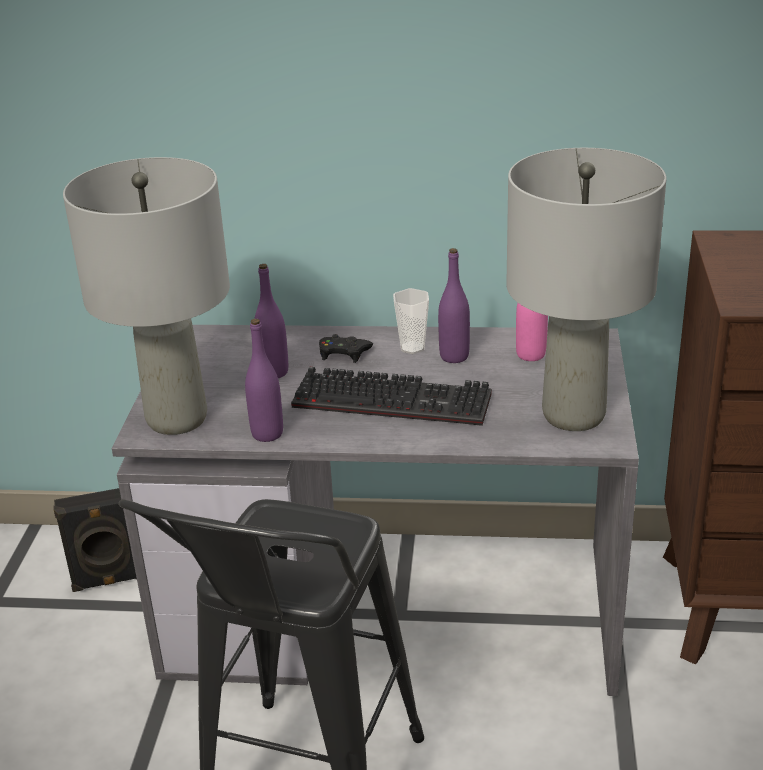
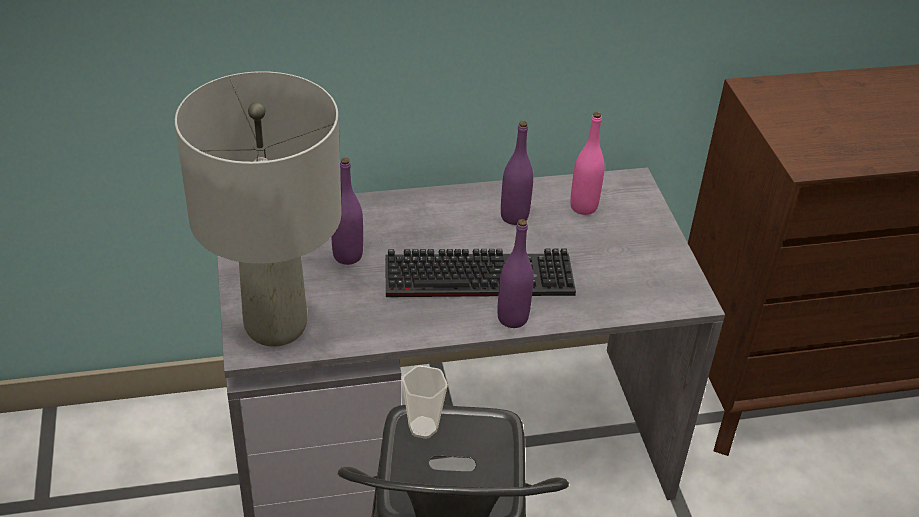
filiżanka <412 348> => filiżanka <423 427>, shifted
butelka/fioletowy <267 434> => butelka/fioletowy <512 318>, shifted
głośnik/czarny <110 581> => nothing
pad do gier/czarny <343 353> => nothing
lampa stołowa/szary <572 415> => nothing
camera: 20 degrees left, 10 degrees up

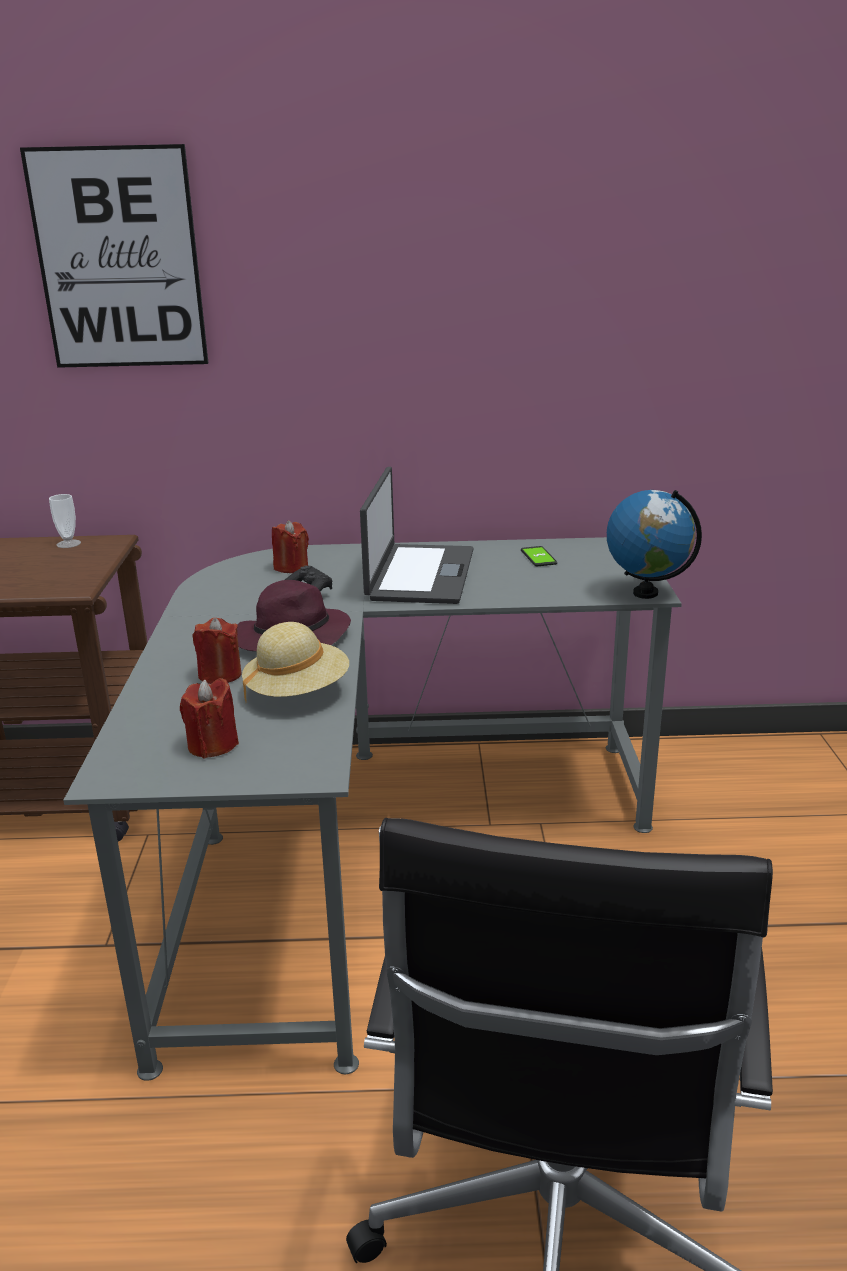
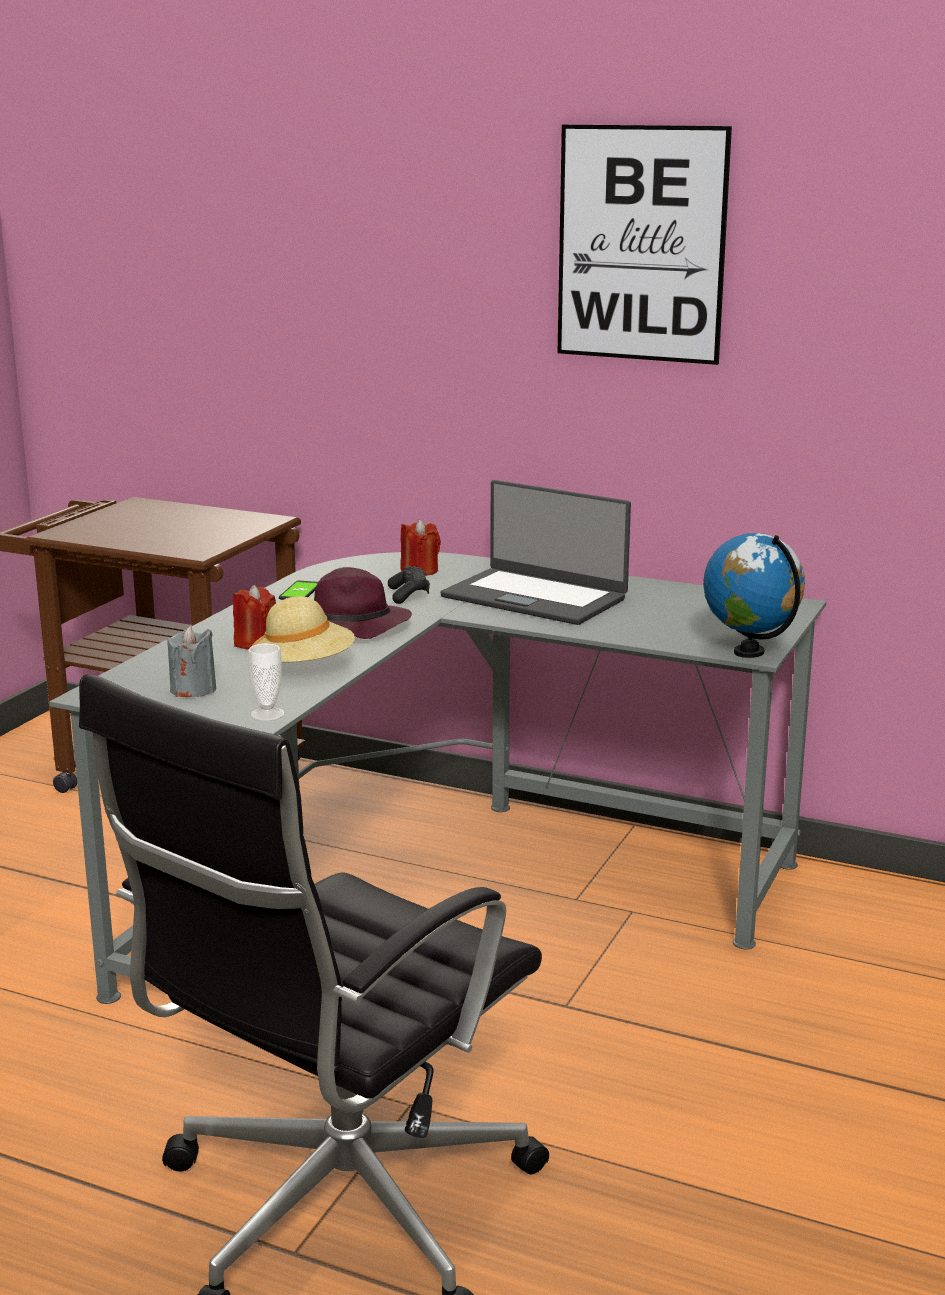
świeca/czerwony <212 745> => świeca/szary <193 690>
filiżanka <68 544> => filiżanka <267 714>, shifted
telefon <538 557> => telefon <300 592>, shifted
laptop <419 575> => laptop <535 597>, 90 degrees clockwise
obraz <119 260> => obraz <641 244>, shifted
camera: 25 degrees right, 5 degrees down

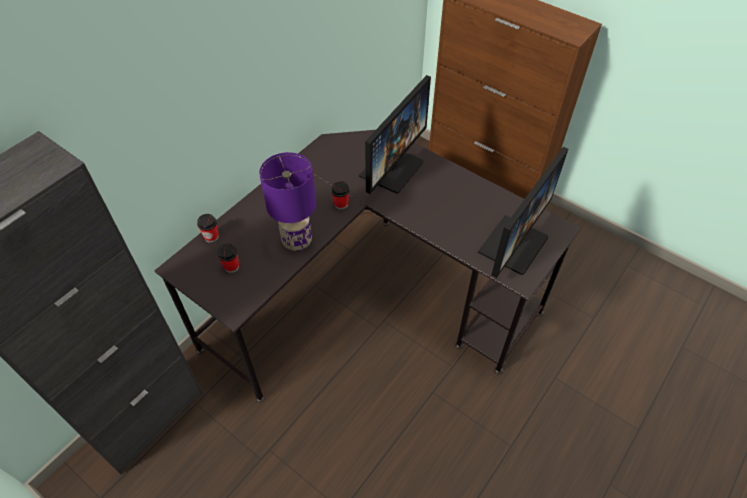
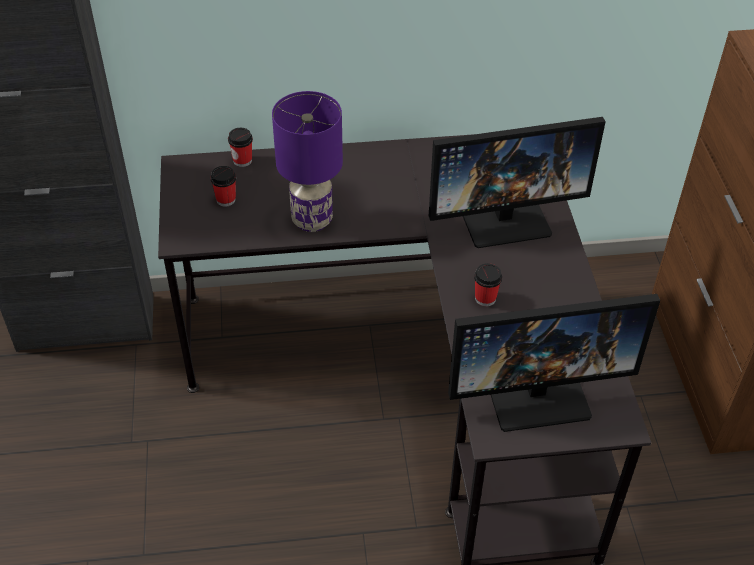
filiżanka <341 204> => filiżanka <485 298>, shifted
camera: 45 degrees right, 5 degrees down

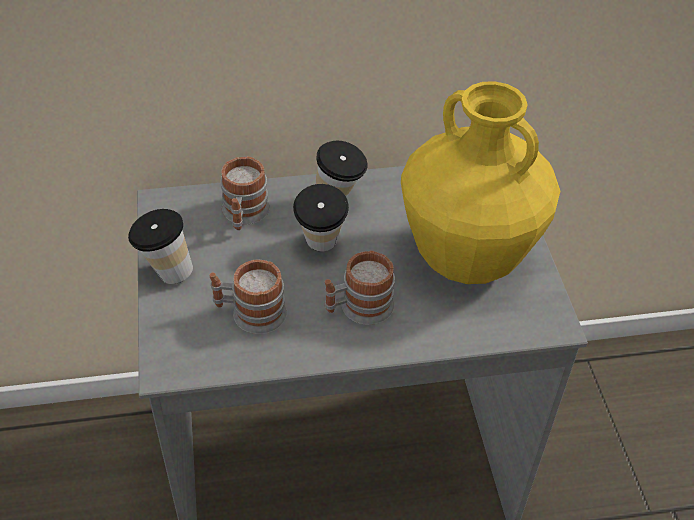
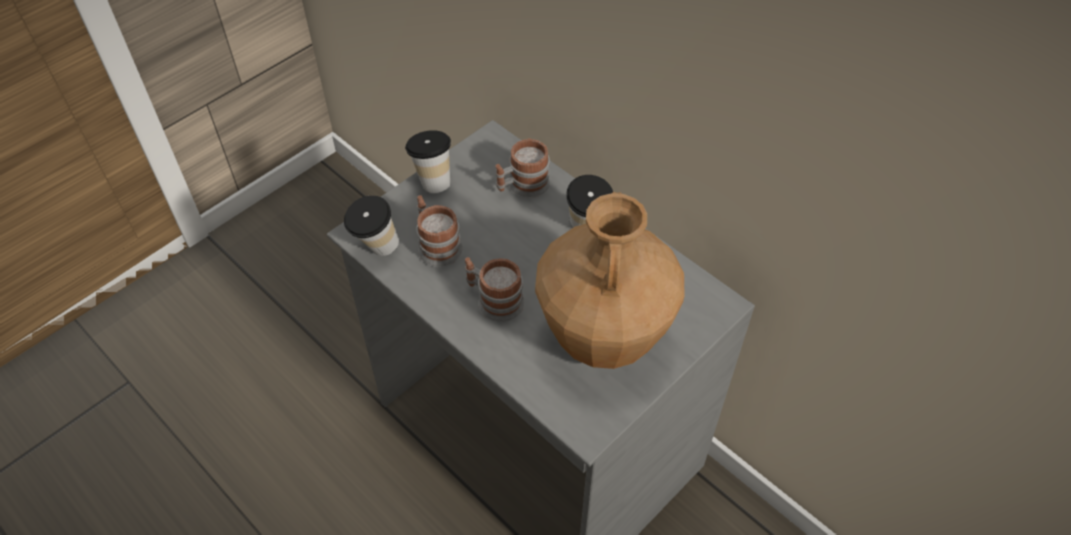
filiżanka <321 248> => filiżanka <376 250>, shifted
wazon/żółty <466 259> => wazon/brązowy <603 337>
camera: 55 degrees right, 5 degrees up

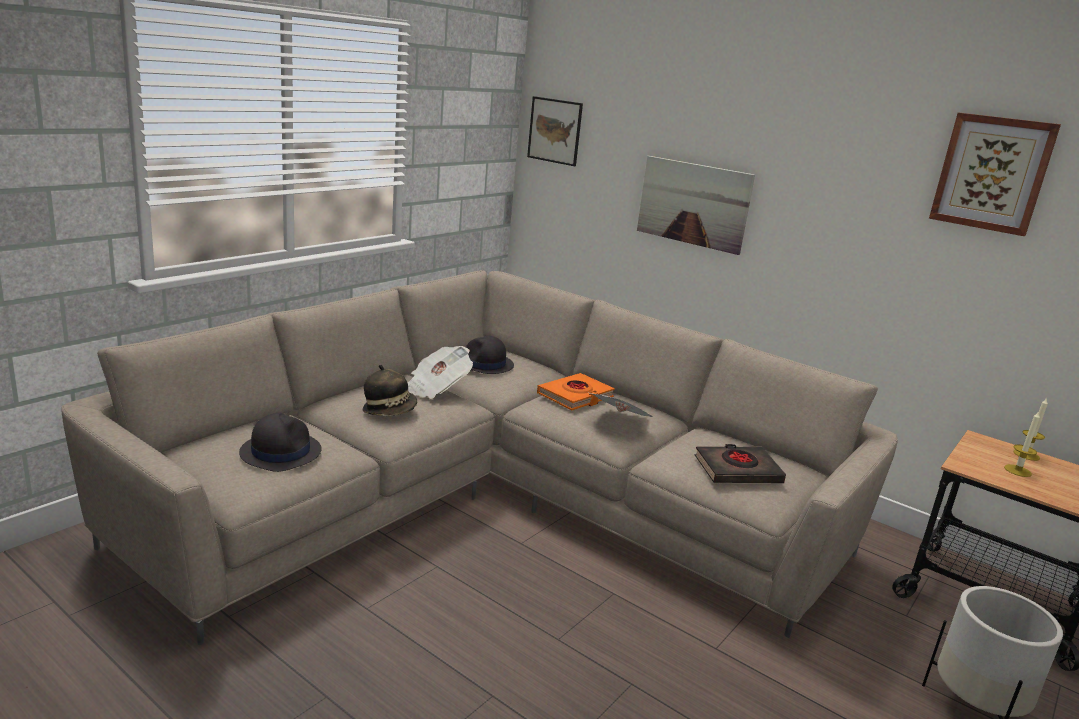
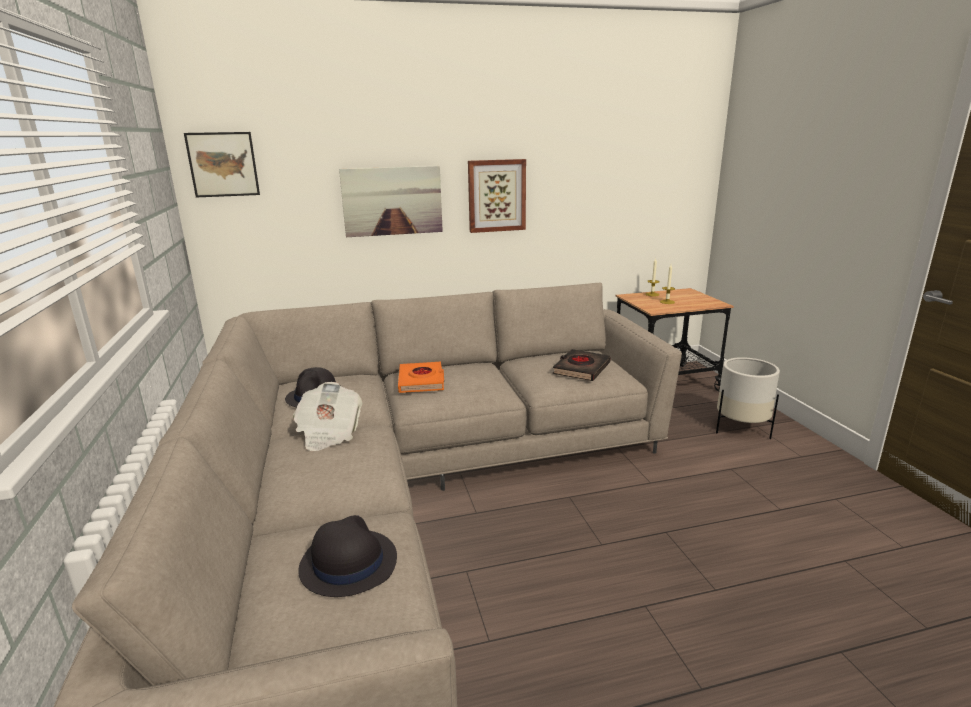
obraz <992 173> => obraz <496 195>, shifted
kapelusz <390 410> => nothing
gazeta <620 423> => nothing
camera: 50 degrees left, 0 degrees up

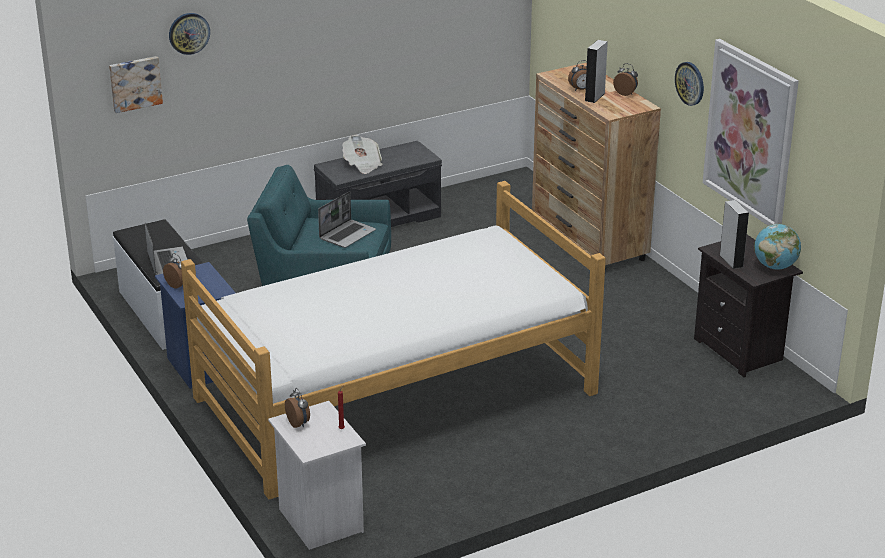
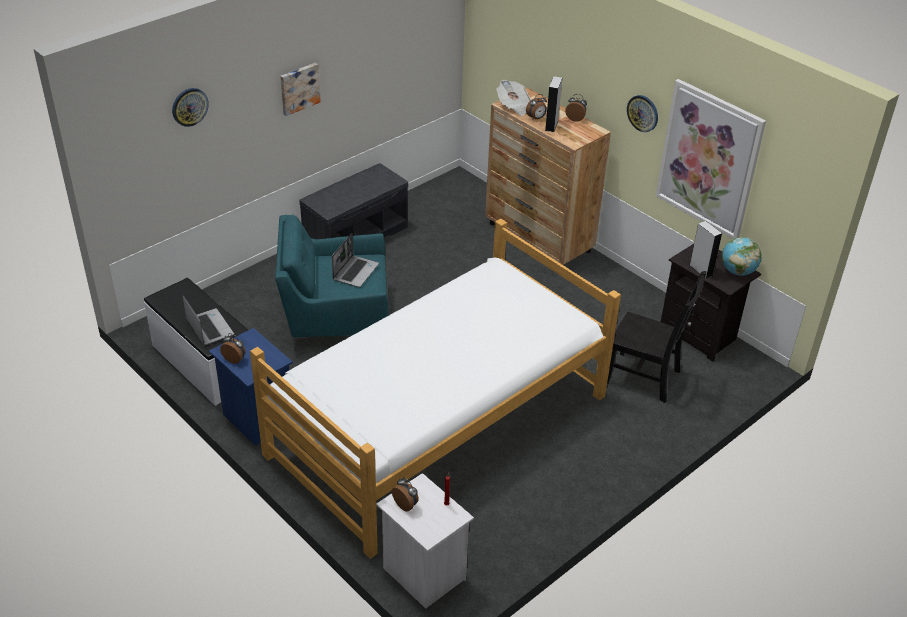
obraz <135 83> => obraz <299 88>, shifted
gazeta <362 164> => gazeta <514 106>, shifted
nothing => krzesło/czarny <645 377>
camera: 15 degrees left, 10 degrees up

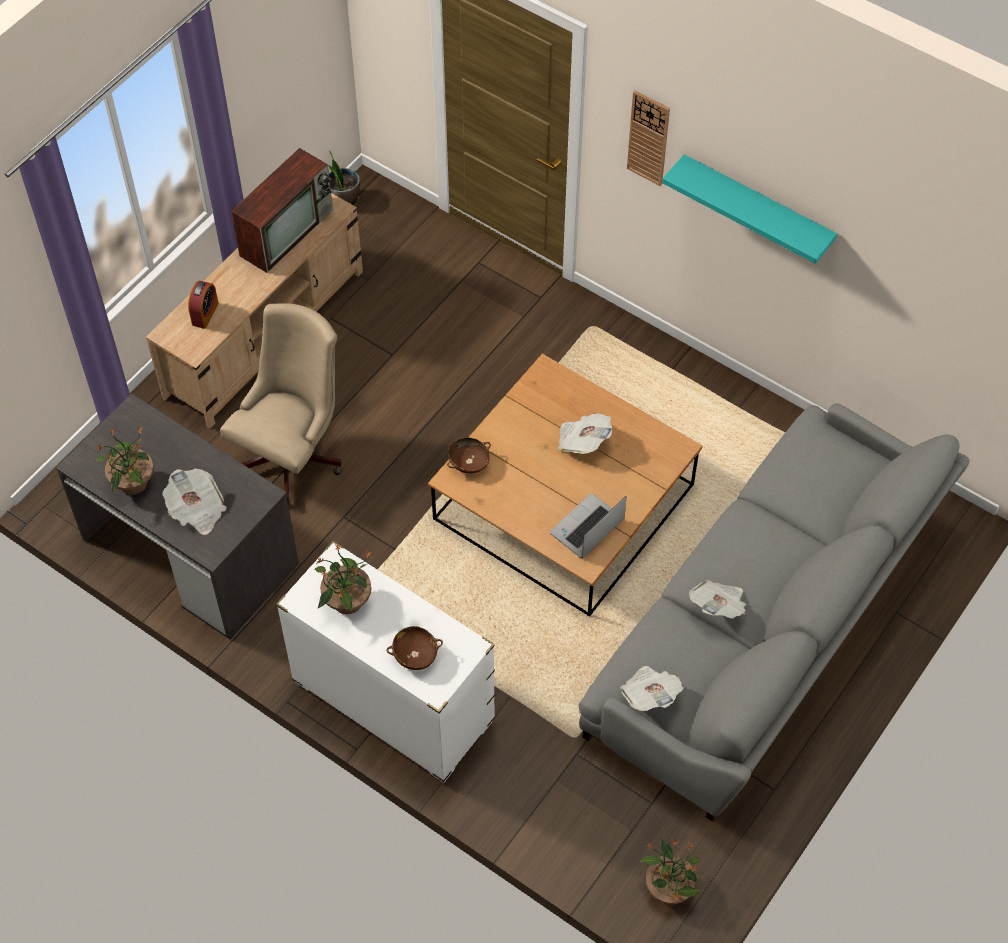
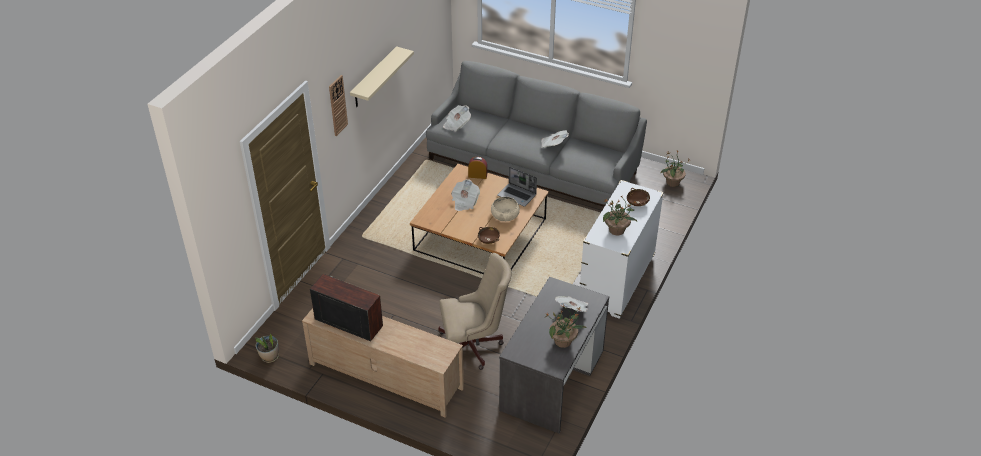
półka/turkusowy <757 207> => półka/beżowy <374 78>
krzesło biurowe/beżowy <293 454> => krzesło biurowe/beżowy <474 346>, 150 degrees clockwise
gazeta <650 695> => gazeta <456 124>, shifted
budzik <205 314> => budzik <477 175>, shifted
nothing => miska/beżowy <505 215>
camera: 100 degrees left, 15 degrees down

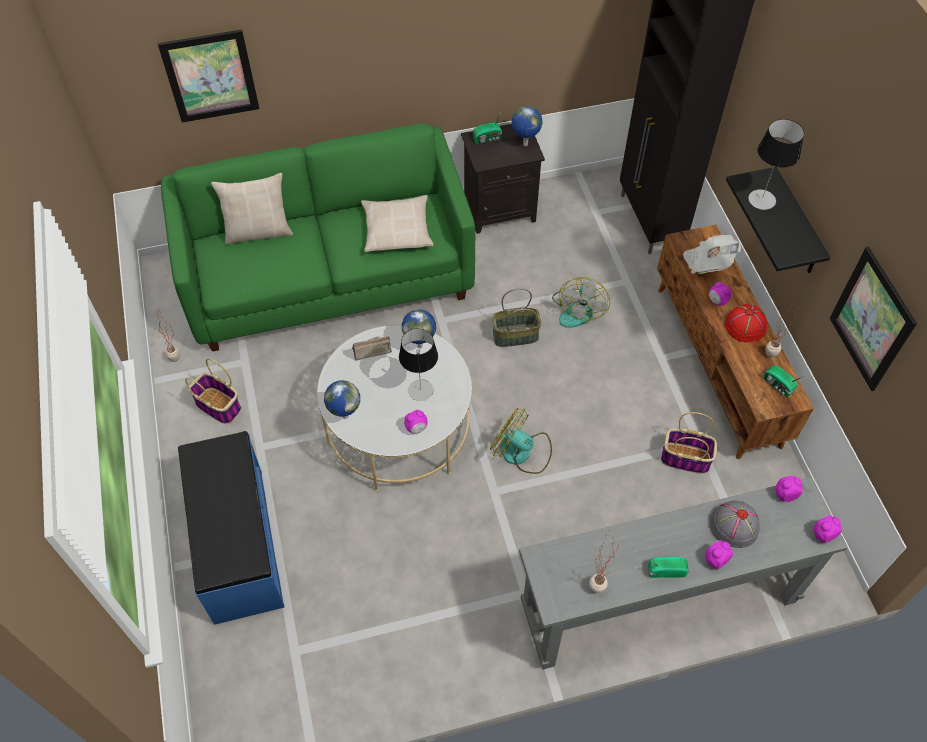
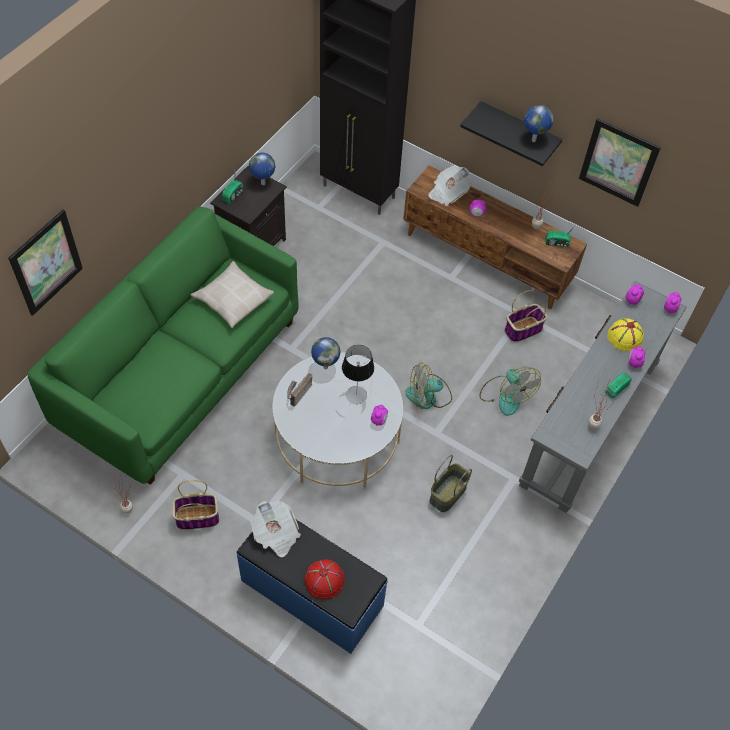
nothing => gazeta <276 534>
kapelusz/czerwony <745 326> => kapelusz/czerwony <324 580>, shifted
koszyk <515 336> => koszyk <448 494>, shifted
wentylator <578 309> => wentylator <506 395>, shifted
globus <345 416> => globus <533 140>, shifted
kapelusz/szary <733 526> => kapelusz/żółty <624 337>
poduszka/beżowy <258 231> => nothing
lampa stołowa <761 199> => nothing
camera: 45 degrees left, 0 degrees up

